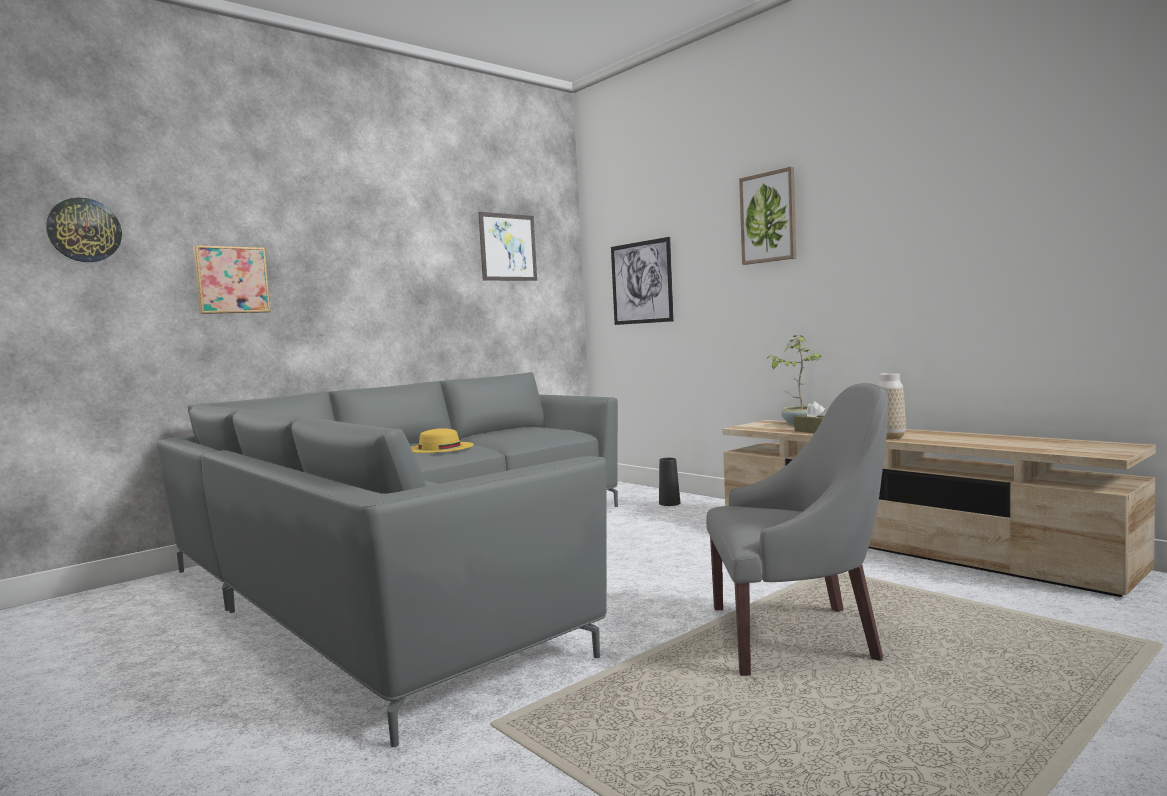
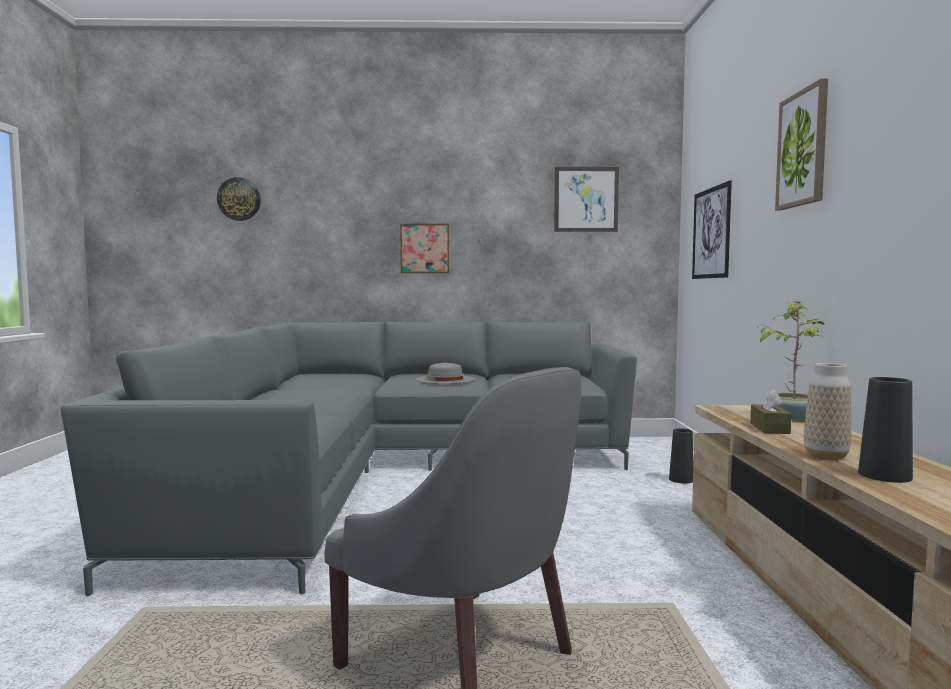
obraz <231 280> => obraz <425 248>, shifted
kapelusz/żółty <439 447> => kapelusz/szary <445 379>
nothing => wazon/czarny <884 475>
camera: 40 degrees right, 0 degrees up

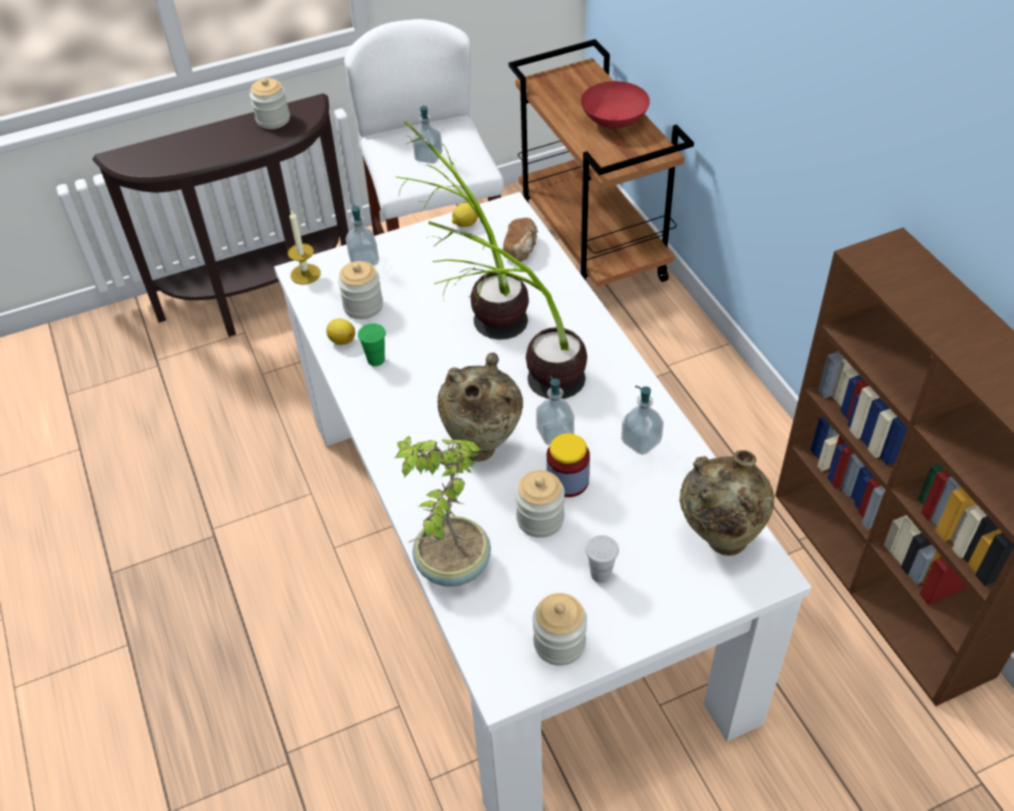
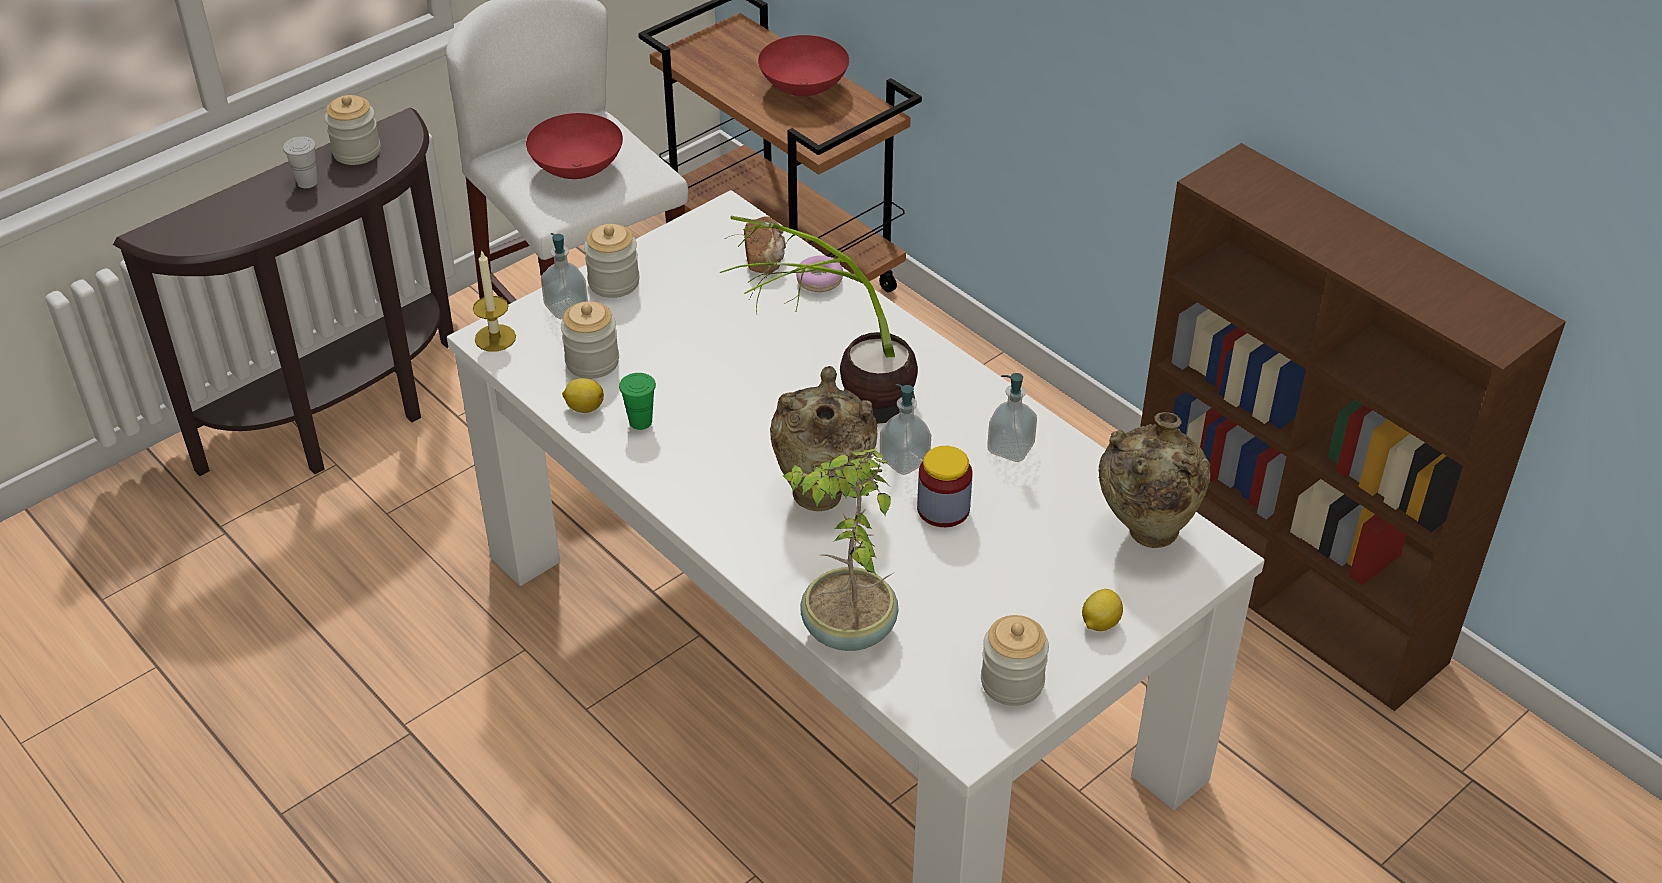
filiżanka/biały <600 574> => filiżanka/biały <307 182>, shifted
dozownik mydła <428 157> => miska/czerwony <579 169>
słoik <540 519> => słoik <614 282>, shifted
nothing => donut <819 281>
cytryna <465 224> => cytryna <1099 623>, shifted
roślina doniczkowa <476 304> => nothing
camera: 20 degrees left, 5 degrees down

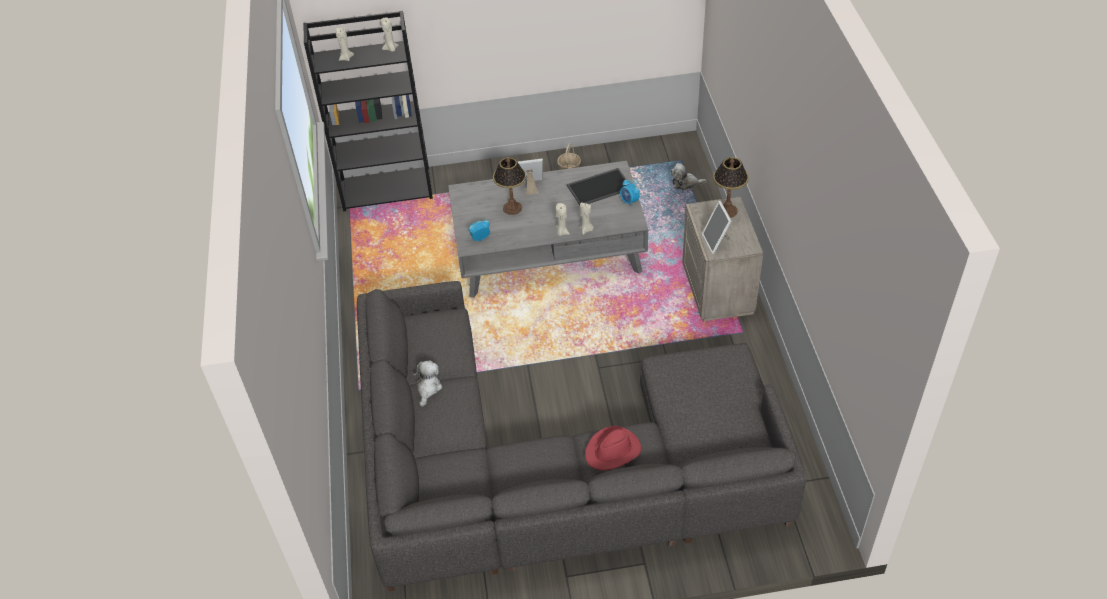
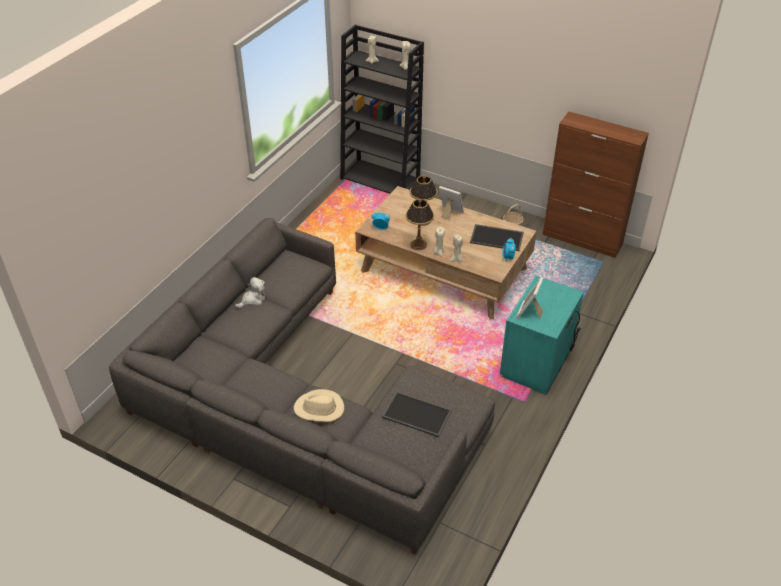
kapelusz/czerwony <613 451> => kapelusz/beżowy <319 409>
ława/szary <547 249> => ława/brązowy <443 270>
nothing => taca <415 415>
lampa stołowa <727 210> => lampa stołowa <418 244>, shifted
szafka nocna/beżowy <719 290> => szafka nocna/turkusowy <537 363>
nothing => szafka/brązowy <582 239>
pluszak <685 183> => nothing
camera: 35 degrees right, 5 degrees down

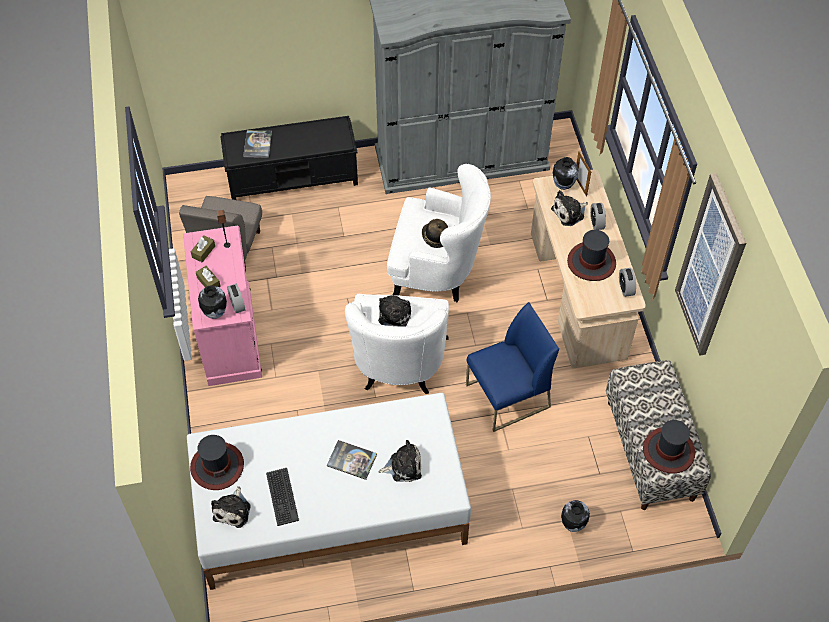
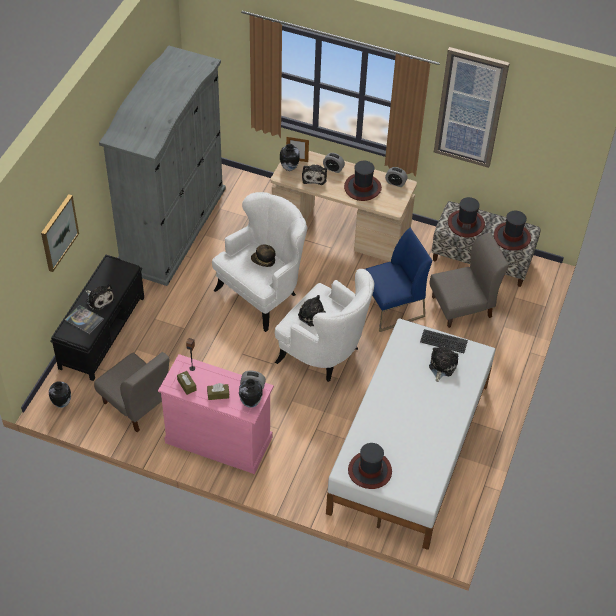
nothing => obraz <58 232>
wazon <572 524> => wazon <61 403>, shifted
pluszak <233 510> => pluszak <99 299>, shifted
krzesło/niebieski <507 396> => krzesło/niebieski <391 308>, 60 degrees clockwise
klawiatura <281 497> => klawiatura <443 342>, shifted
nothing => krzesło/szary <462 307>
nothing => kapelusz <466 223>
książka <352 460> => nothing
camera: 60 degrees left, 5 degrees down

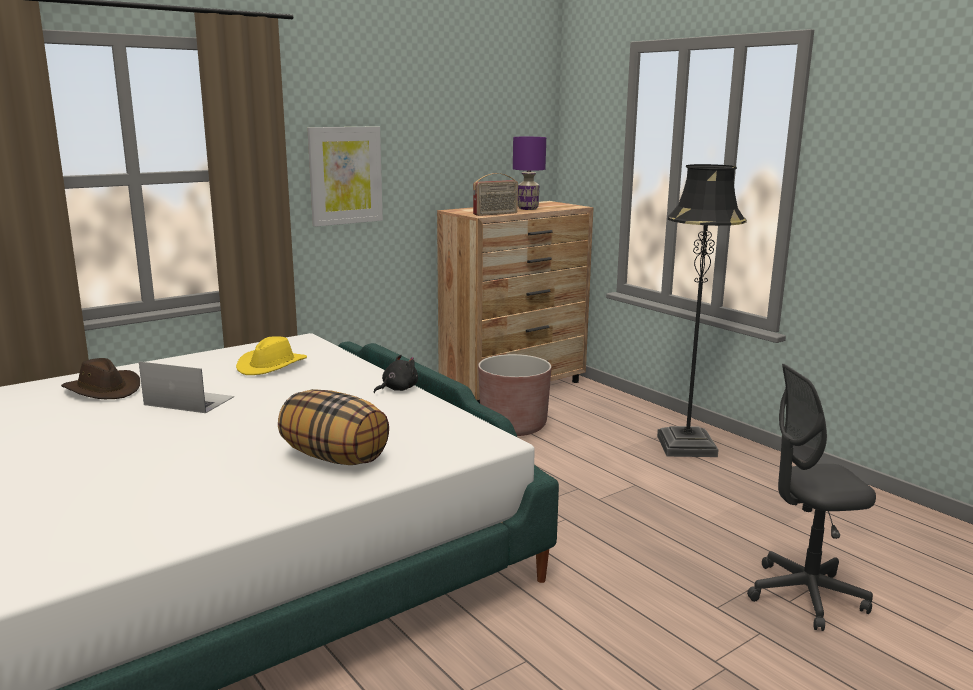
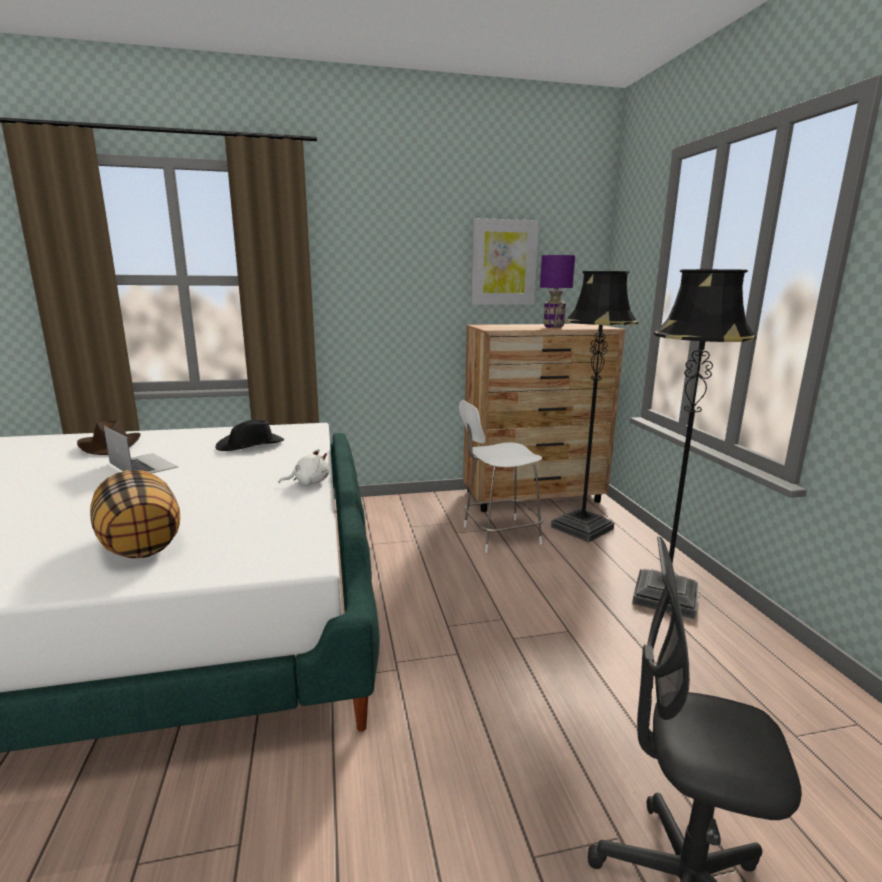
kapelusz/żółty <272 365> => kapelusz/czarny <251 445>
pluszak/czarny <397 389> => pluszak/biały <309 482>
donica/brązowy <513 426> => krzesło/biały <498 535>
obraz <345 175> => obraz <503 263>, shifted
nothing => lampa stojąca/czarny <582 528>
radio <495 214> => nothing
camera: 25 degrees right, 0 degrees up

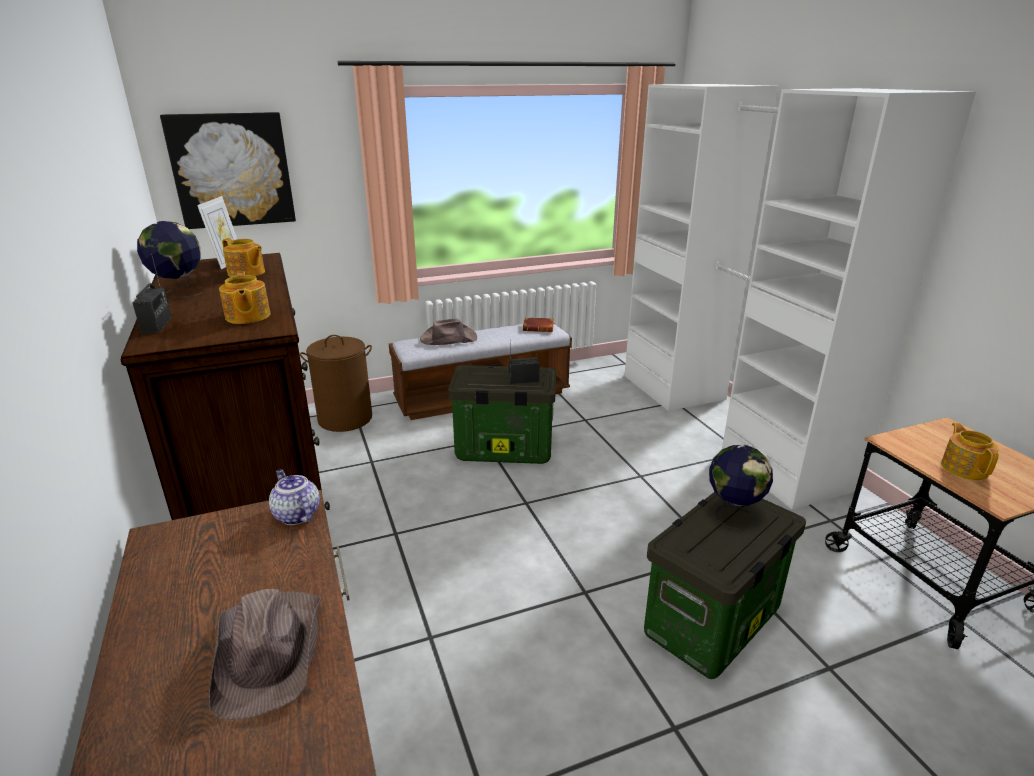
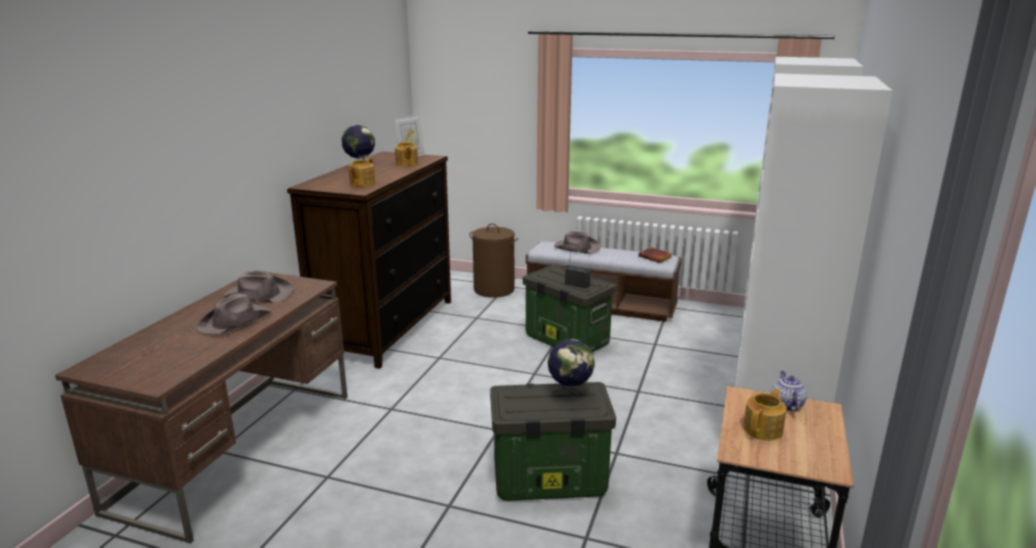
nothing => kapelusz/brązowy <258 294>
imbryk <296 515> => imbryk <786 404>, shifted
radio <157 325> => nothing
obraz <232 170> => nothing
camera: 40 degrees right, 5 degrees down

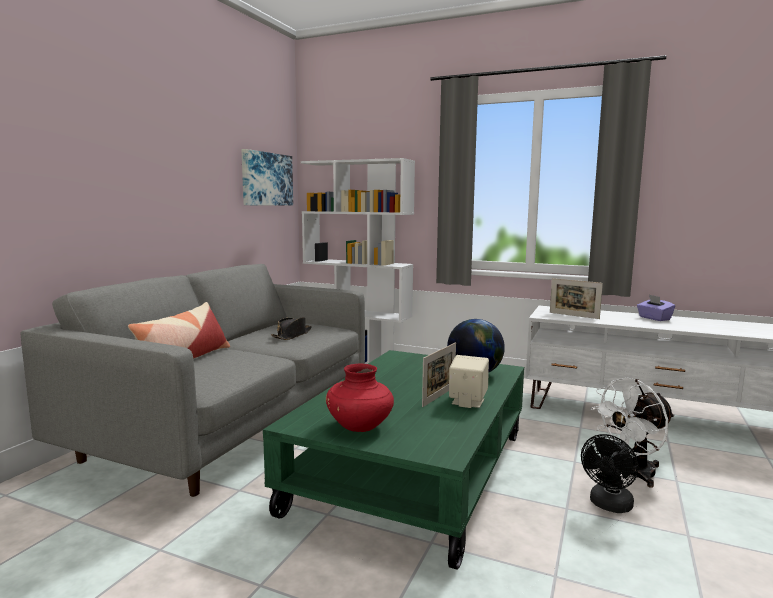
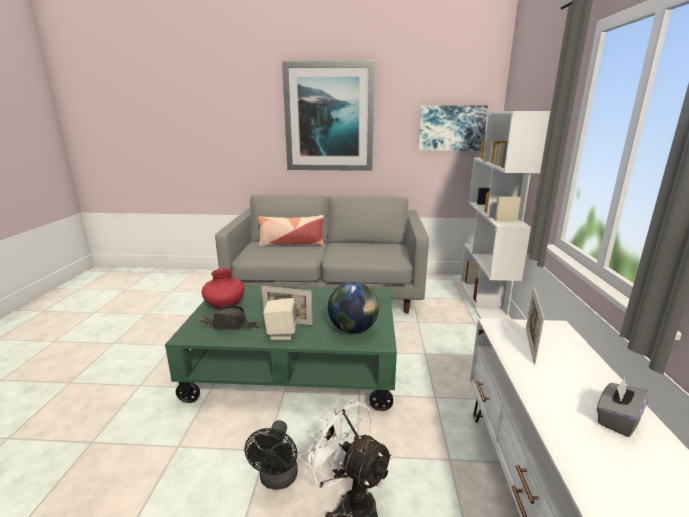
kapelusz/czarny <292 335> => kapelusz/czarny <231 325>, shifted
wentylator/czarny <609 506> => wentylator/czarny <277 480>, 105 degrees counterclockwise
nothing => obraz <329 118>
pudełko chusteczek/fioletowy <654 318> => pudełko chusteczek/szary <617 419>
camera: 70 degrees right, 10 degrees up

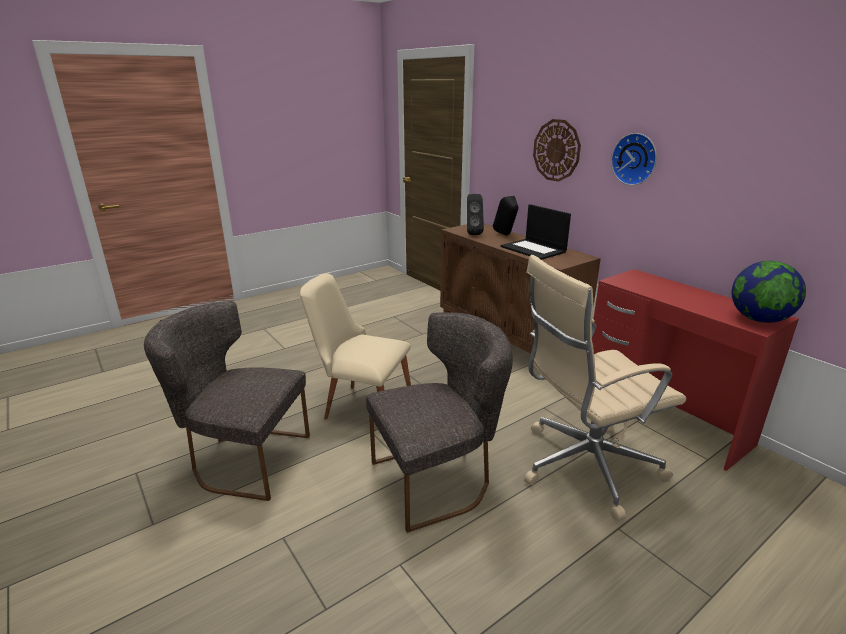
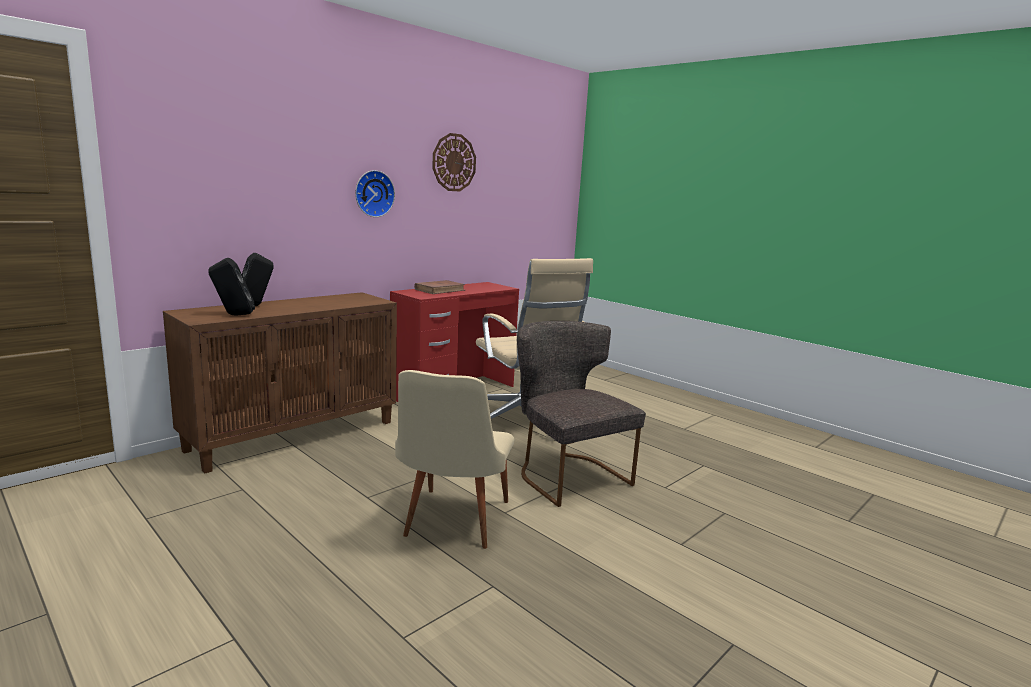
nothing => książka/brązowy <440 290>
zegar ścienny <556 150> => zegar ścienny <454 162>, shifted
krzesło/szary <243 460> => nothing
laptop <534 249> => nothing
globus <759 319> => nothing
camera: 100 degrees left, 10 degrees down

